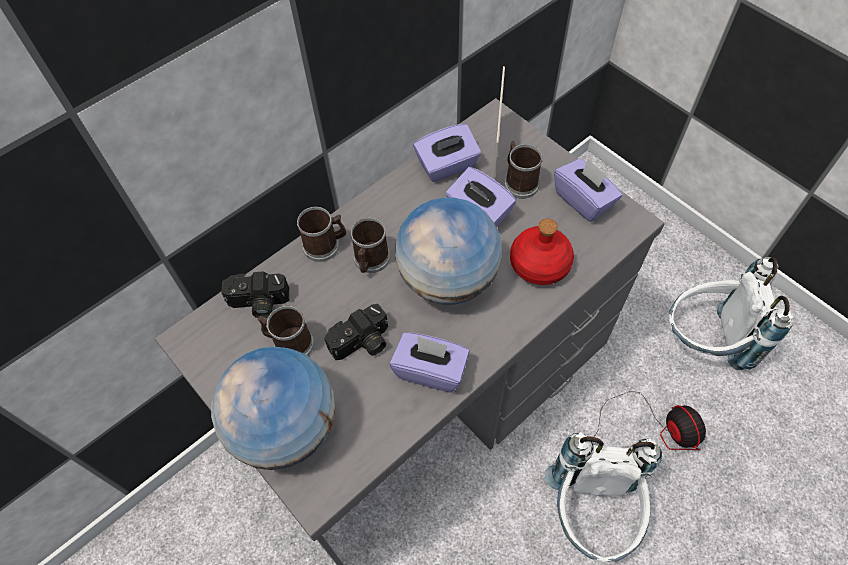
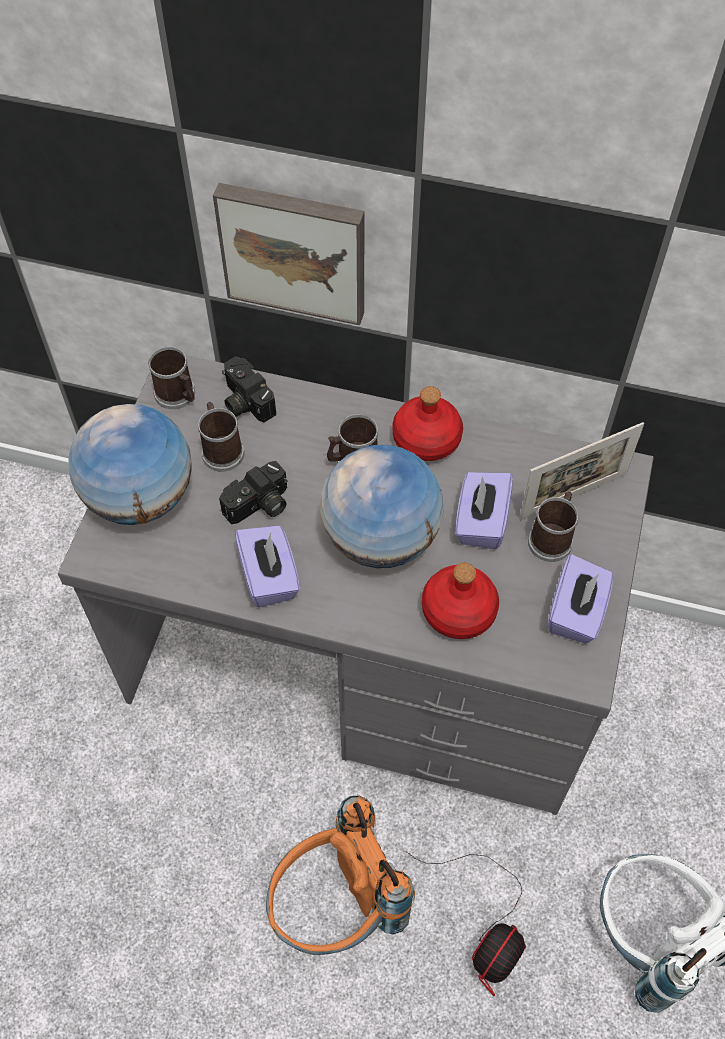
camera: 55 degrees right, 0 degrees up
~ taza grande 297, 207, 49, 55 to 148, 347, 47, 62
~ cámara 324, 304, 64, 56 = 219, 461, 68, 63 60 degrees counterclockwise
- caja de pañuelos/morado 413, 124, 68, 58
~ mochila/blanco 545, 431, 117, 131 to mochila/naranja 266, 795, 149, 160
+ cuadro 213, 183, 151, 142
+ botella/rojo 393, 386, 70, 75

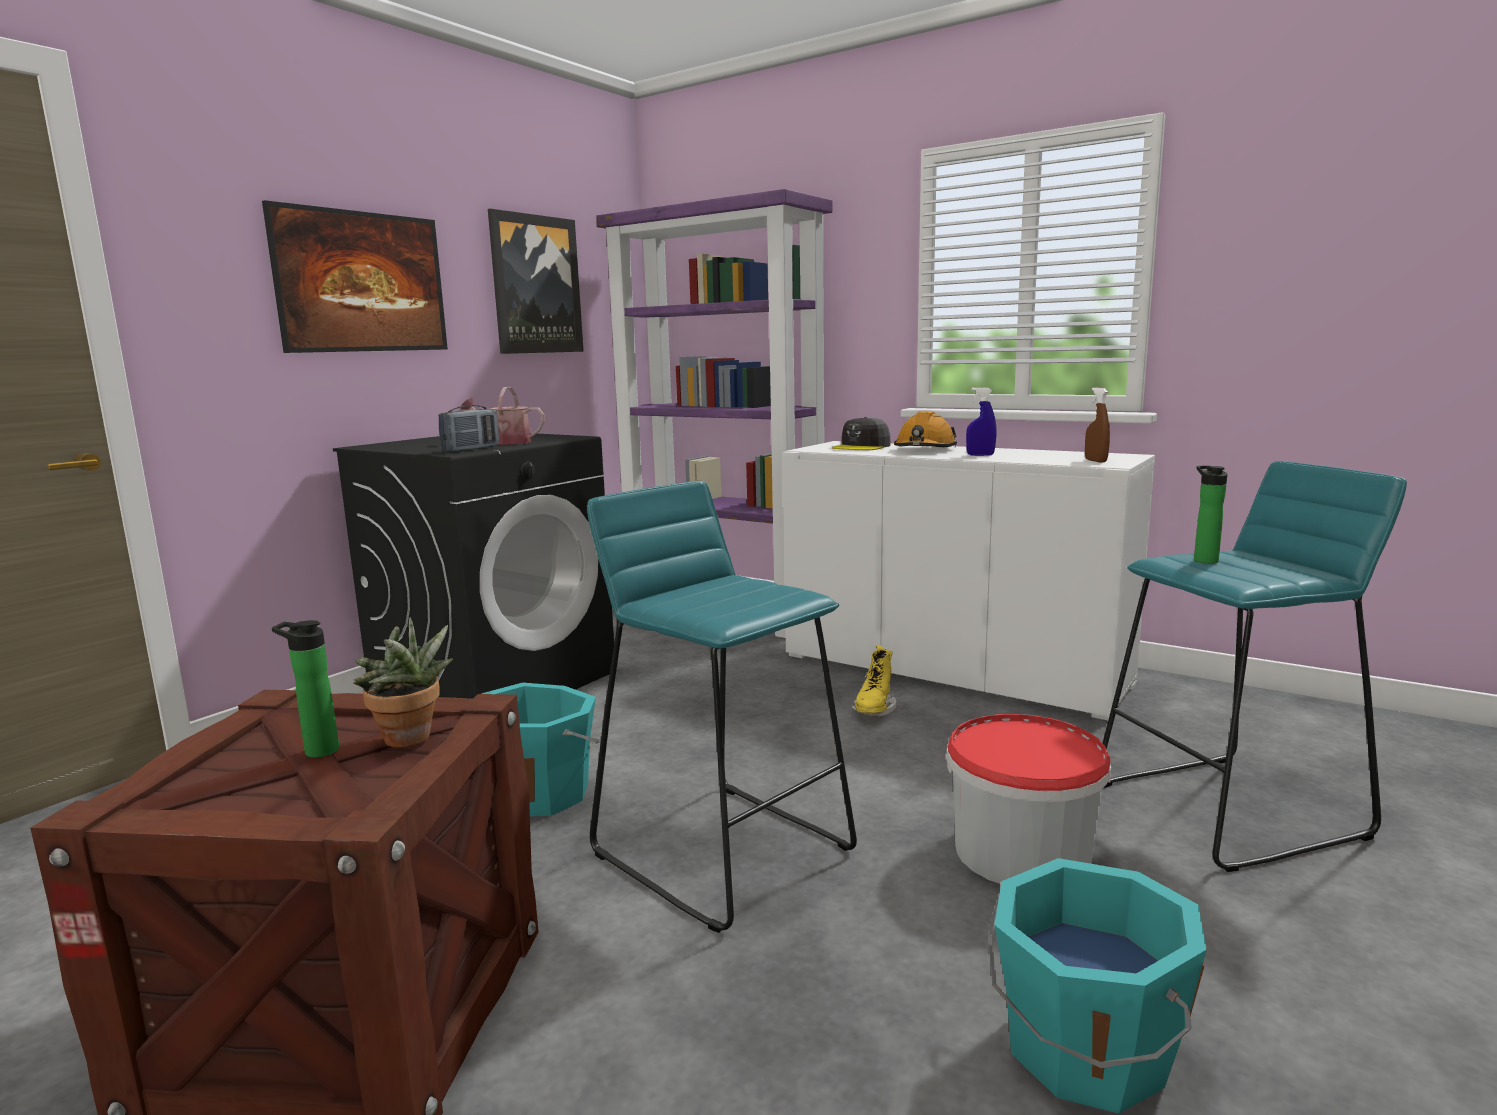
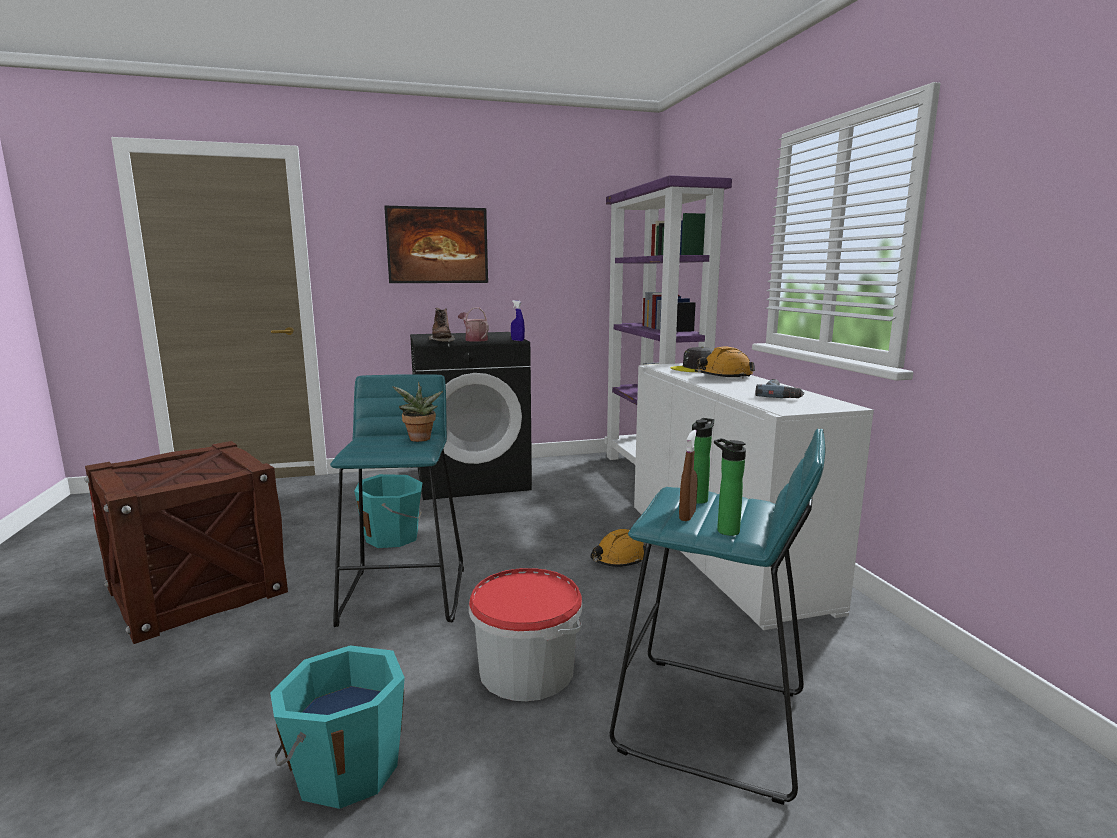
camera: 40 degrees right, 0 degrees up
~ botella 272, 620, 67, 138 to 714, 438, 32, 98
~ planta en maceta 353, 617, 100, 130 to 392, 382, 51, 60
~ radio 438, 405, 61, 47 to bota/marrón 428, 308, 27, 34
- cuadro 488, 209, 96, 145
~ bota/amarillo 852, 645, 44, 72 to casco/naranja 590, 529, 56, 38
~ pulverizador/azul 966, 387, 31, 69 to 511, 300, 14, 41
~ pulverizador/marrón 1085, 388, 25, 74 to 679, 430, 19, 91
+ taladro 755, 379, 49, 19

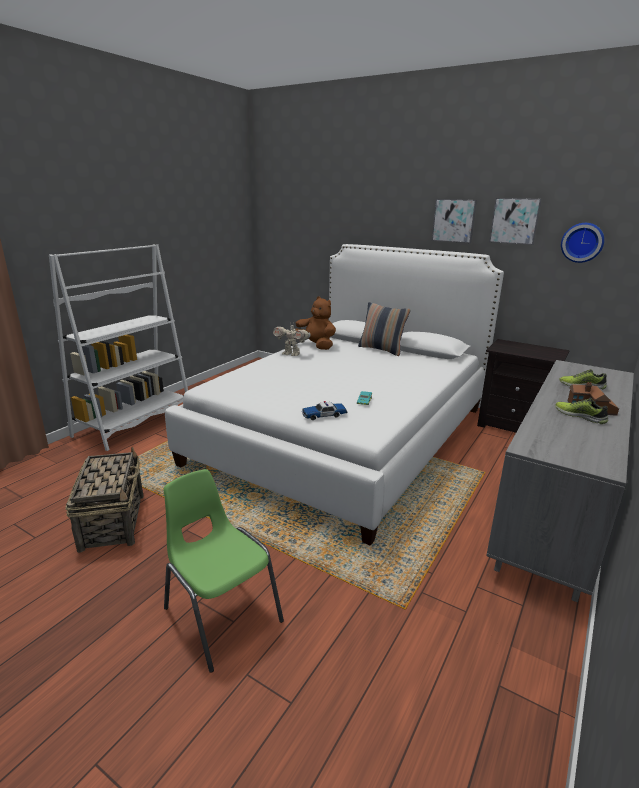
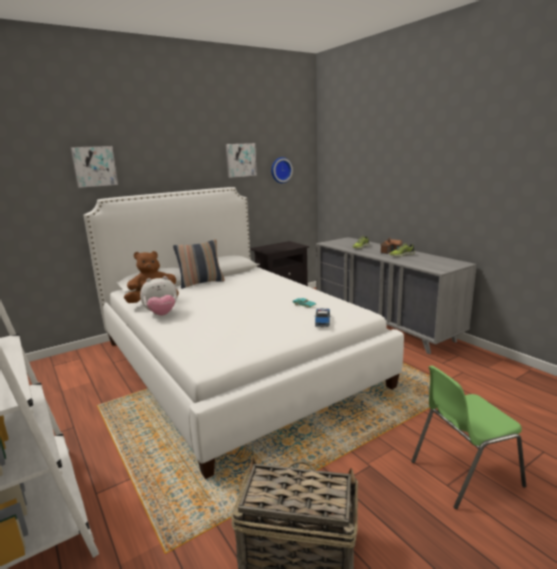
camera: 65 degrees left, 5 degrees down
~ robot de juguete 273, 324, 38, 32 to peluche 140, 276, 37, 39
~ cuadro 432, 199, 45, 44 to 70, 146, 48, 42

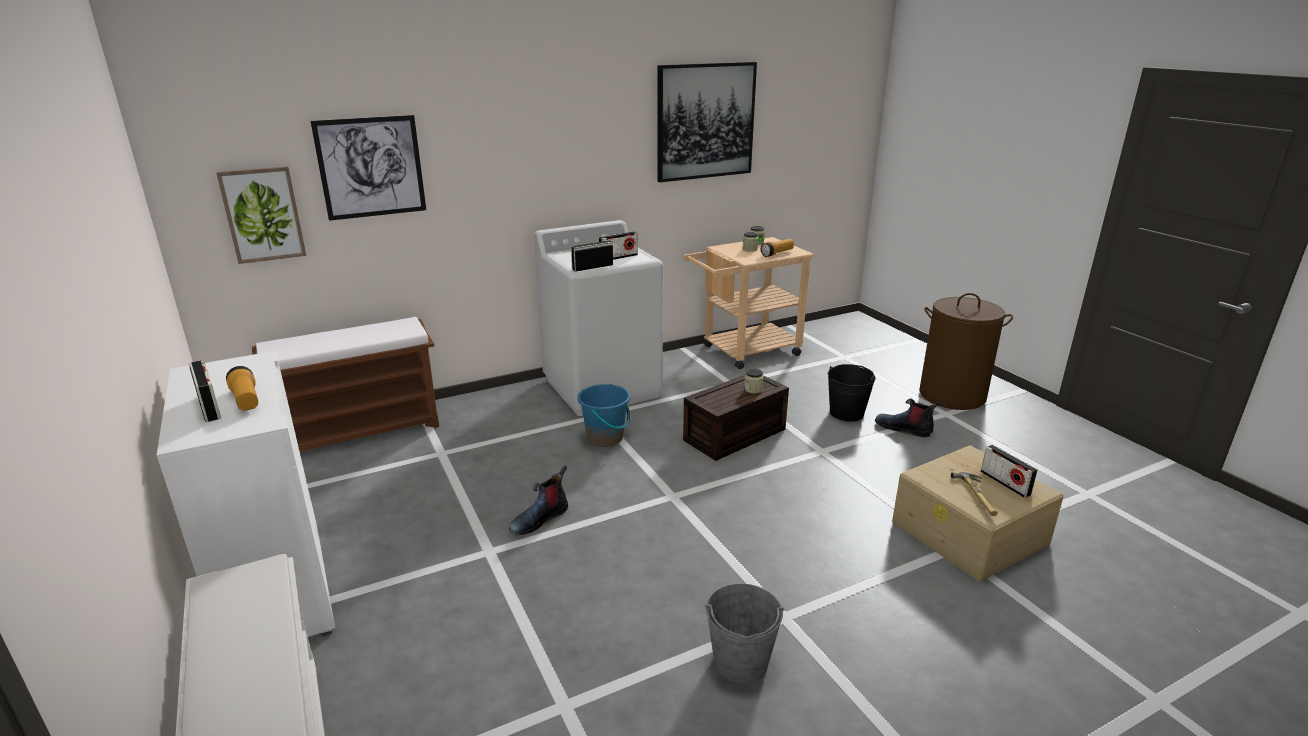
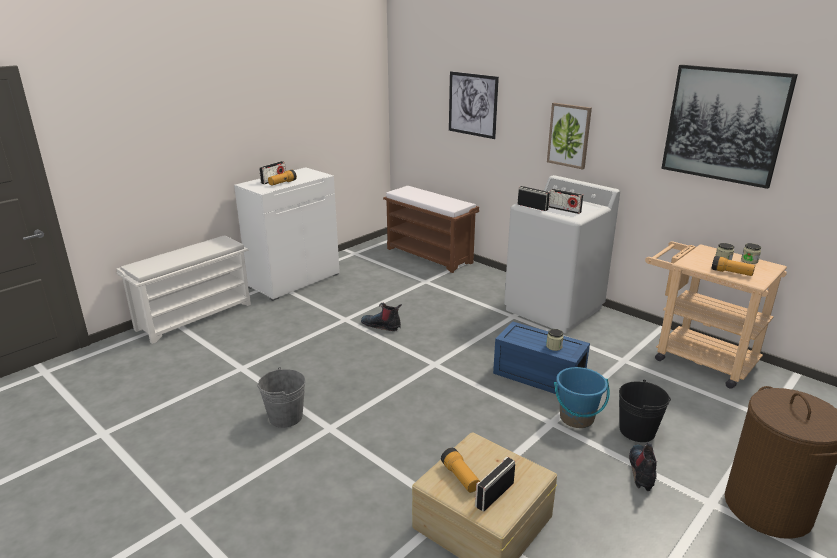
camera: 70 degrees right, 0 degrees up
~ cuadro 216, 166, 90, 98 to 547, 103, 45, 67
~ cubo/azul 577, 384, 53, 63 to 554, 367, 56, 61
~ caja de almacenaje/marrón 683, 375, 106, 86 to caja de almacenaje/azul 493, 321, 97, 73
~ martillo 951, 472, 47, 44 to linterna 441, 448, 39, 45

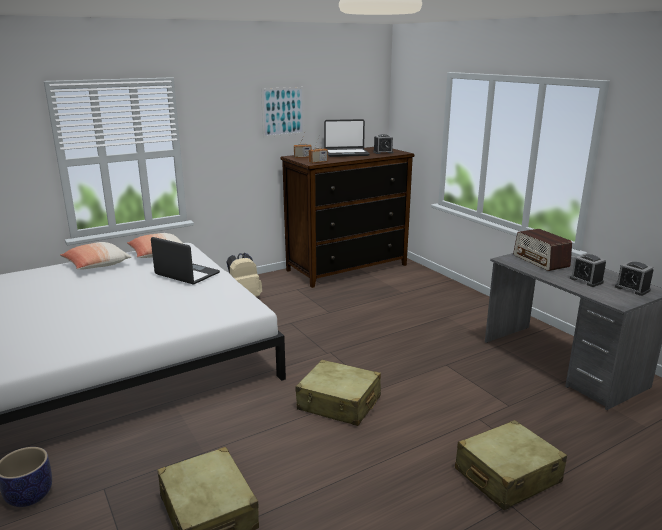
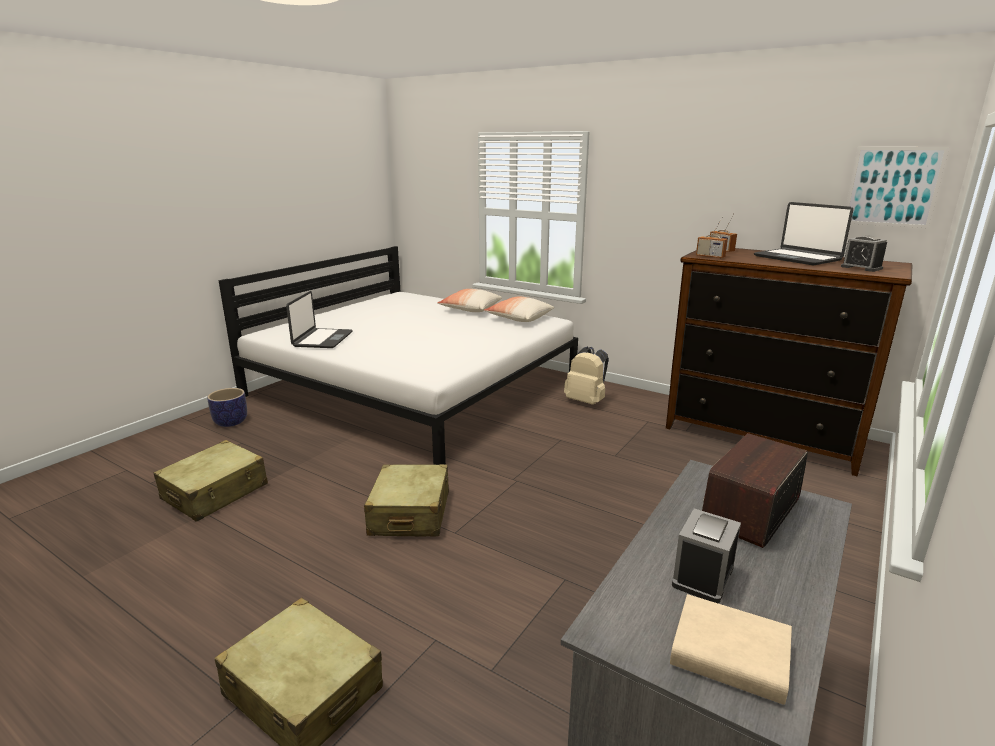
camera: 65 degrees right, 0 degrees up
~ portátil 151, 237, 69, 48 to 286, 291, 67, 57
~ cuadro 261, 87, 43, 50 to 846, 147, 103, 81
~ despertador 615, 261, 39, 35 to libro/beis 670, 594, 122, 111

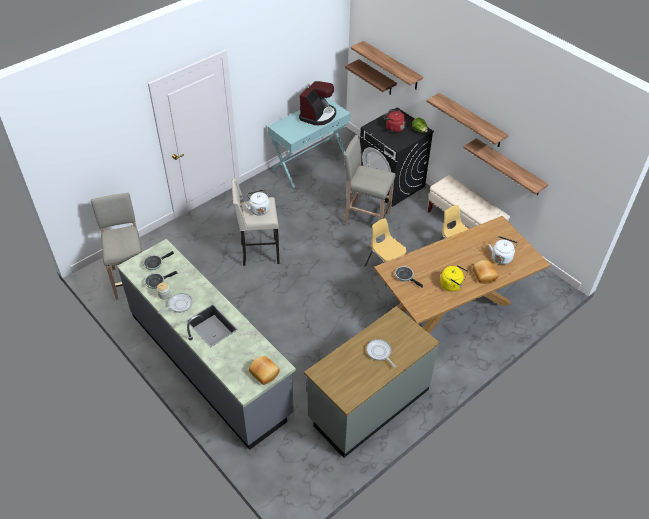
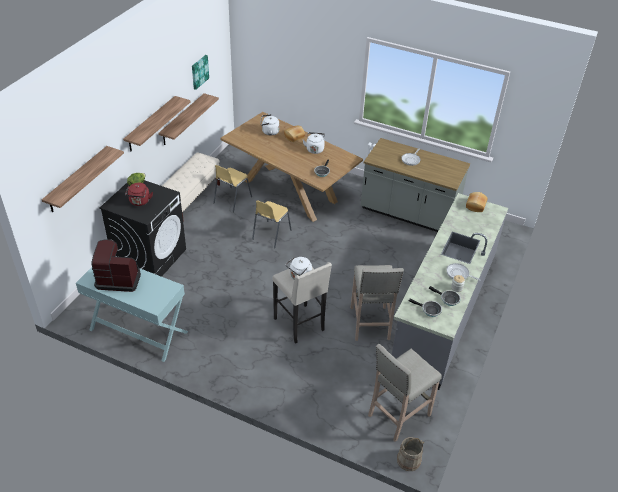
camera: 115 degrees left, 5 degrees down
~ taburete/beis 344, 135, 51, 88 to 350, 265, 54, 76
- estante 345, 59, 52, 36
~ hervidor/amarillo 440, 265, 28, 27 to hervidor/blanco 303, 132, 22, 22
+ cuadro 192, 55, 17, 35
+ cubo/beis 397, 437, 27, 34

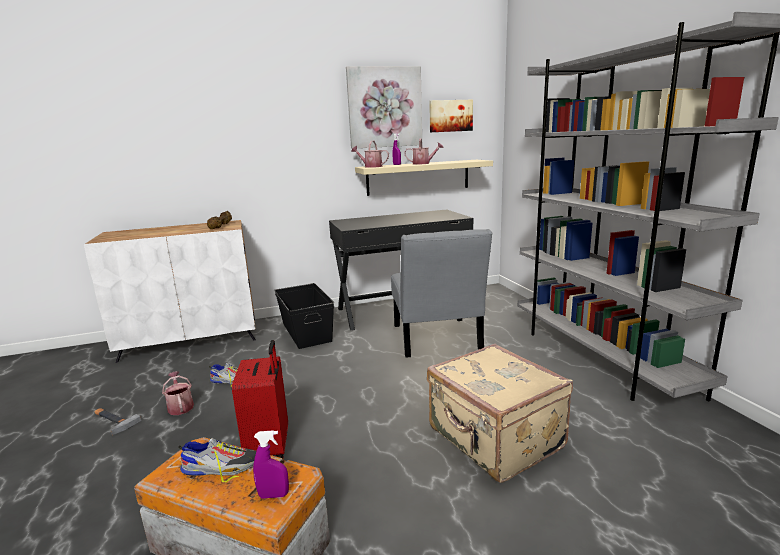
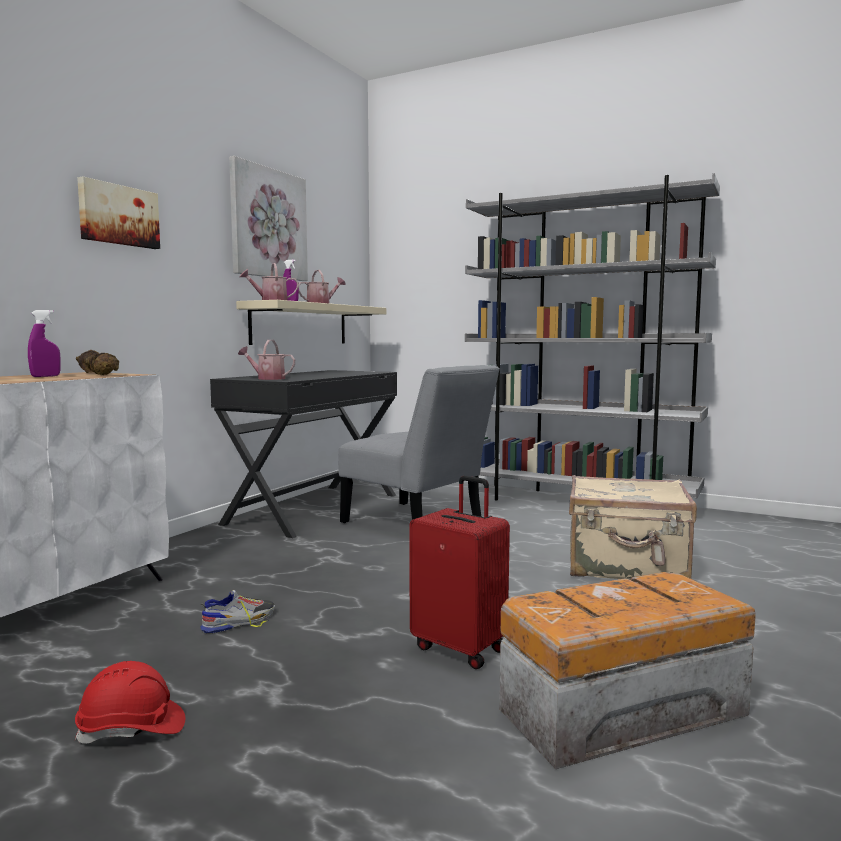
camera: 45 degrees left, 10 degrees down
~ martillo 94, 408, 48, 27 to casco/rojo 75, 661, 110, 83
~ regadera 162, 371, 32, 44 to 238, 340, 57, 40
- zapato 178, 437, 78, 45
~ pulverizador/morado 253, 430, 36, 69 to 28, 310, 33, 67
- caja de almacenaje/negro 274, 283, 60, 66
~ cuadro 429, 100, 44, 32 to 77, 177, 83, 72

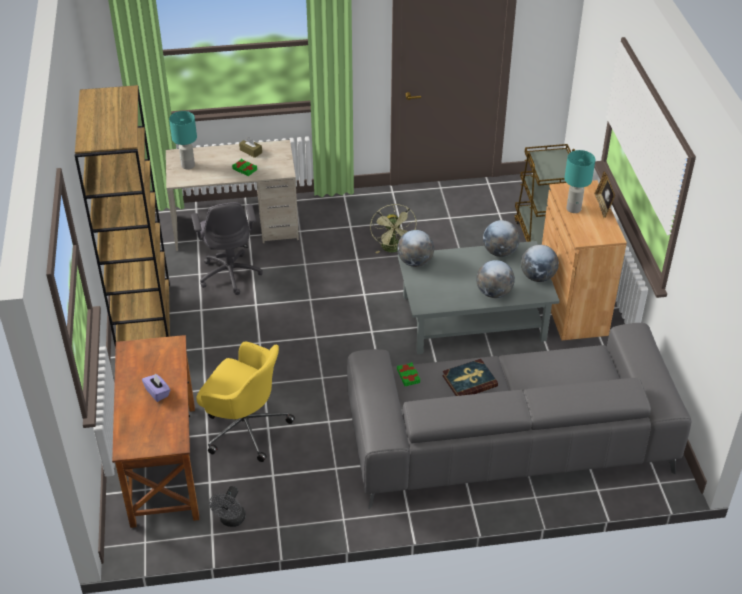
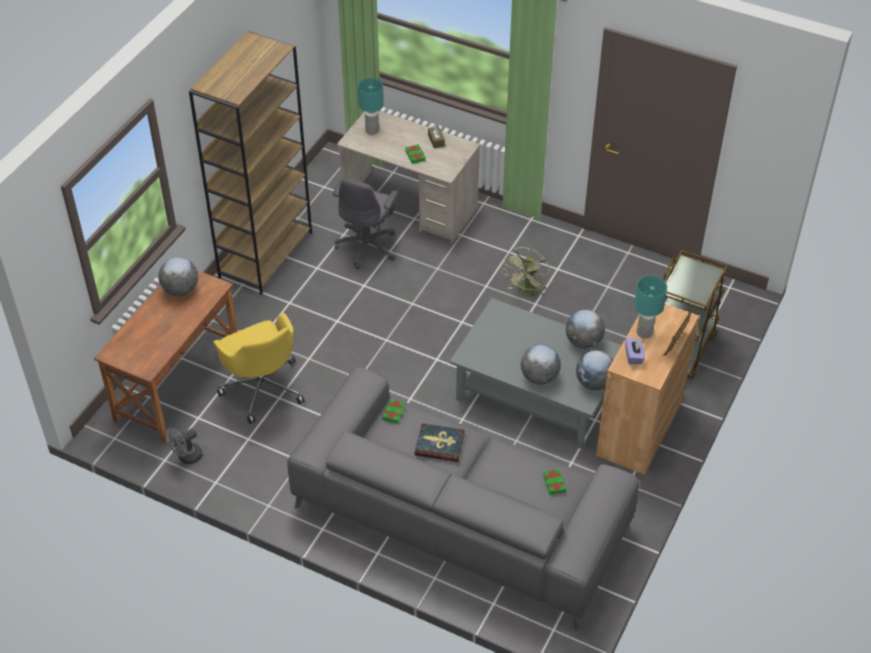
camera: 35 degrees right, 5 degrees up
~ caja de pañuelos/morado 142, 374, 28, 28 to 625, 338, 20, 27
~ globo terráqueo 397, 230, 37, 37 to 158, 257, 40, 39
+ libro/verde 543, 469, 23, 26

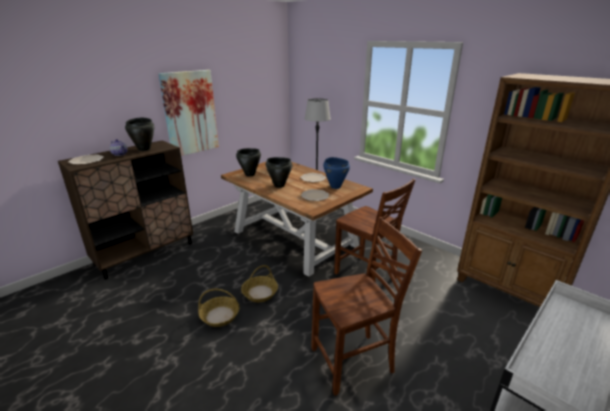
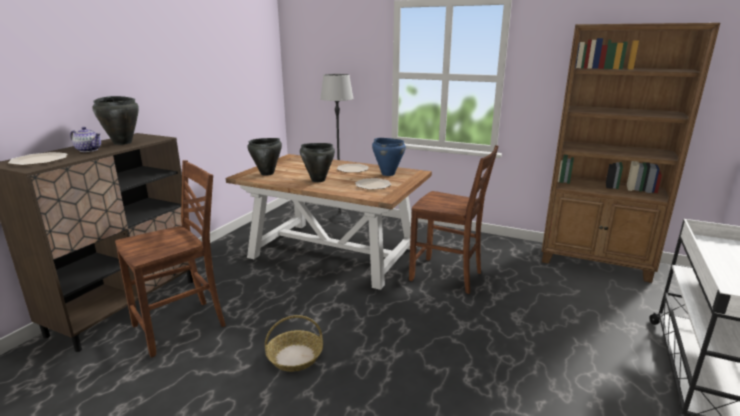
camera: 20 degrees left, 5 degrees down
- cuadro 158, 70, 61, 86
- cesta 241, 265, 37, 37
~ silla/marrón 311, 217, 111, 179 to 115, 160, 111, 198

